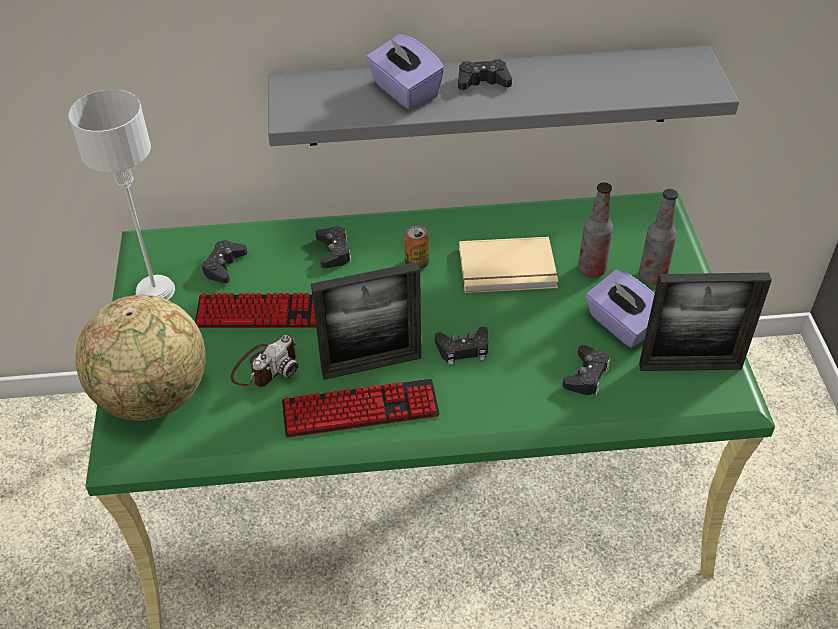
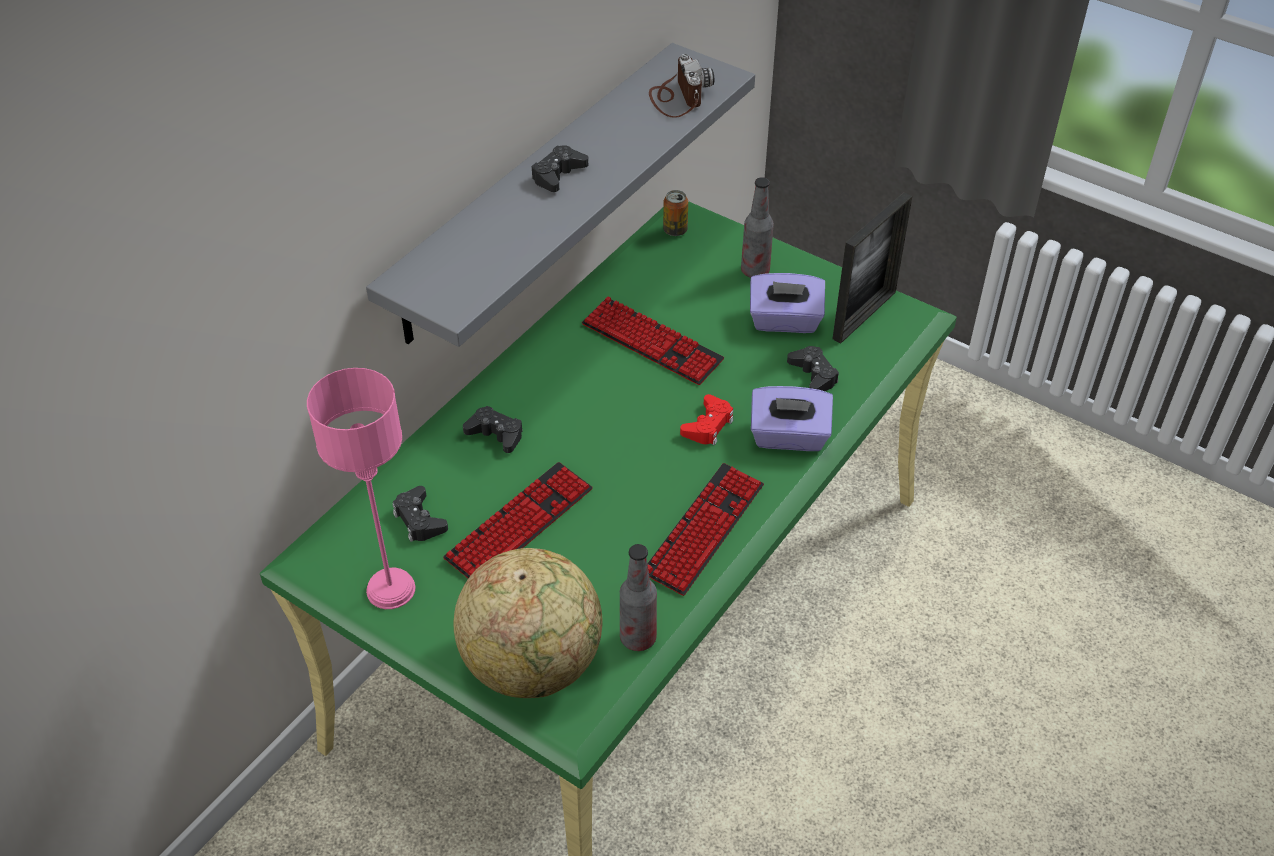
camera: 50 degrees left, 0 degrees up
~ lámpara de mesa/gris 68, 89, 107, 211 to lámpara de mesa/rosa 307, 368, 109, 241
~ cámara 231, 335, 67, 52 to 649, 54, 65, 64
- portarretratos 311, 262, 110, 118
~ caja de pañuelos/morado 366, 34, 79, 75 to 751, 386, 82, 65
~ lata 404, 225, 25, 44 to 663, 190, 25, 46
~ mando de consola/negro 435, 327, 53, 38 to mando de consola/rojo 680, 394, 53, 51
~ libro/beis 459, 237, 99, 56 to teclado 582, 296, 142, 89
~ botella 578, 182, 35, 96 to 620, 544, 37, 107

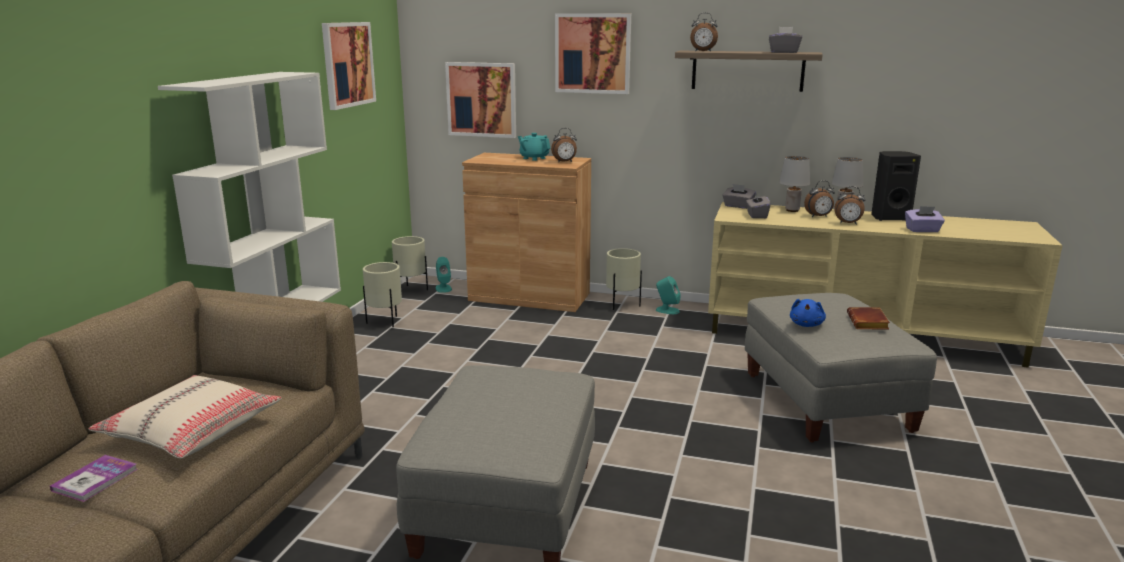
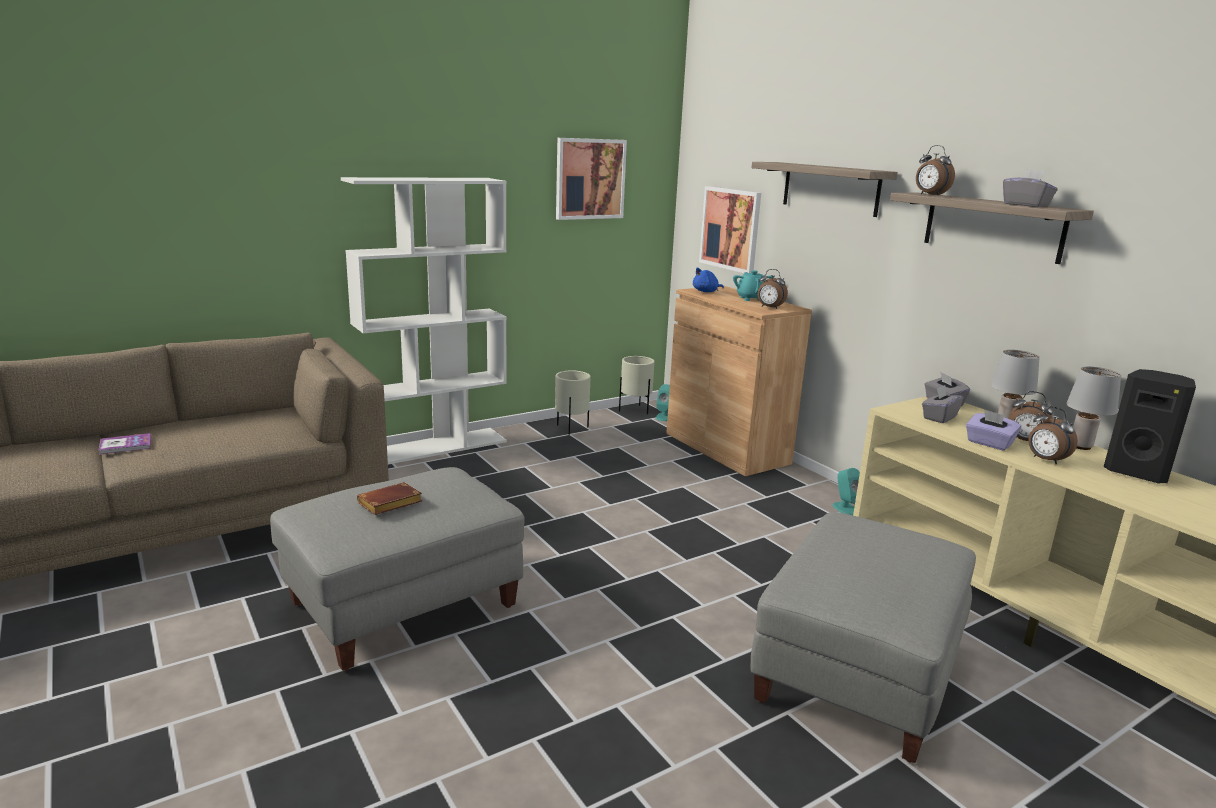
camera: 40 degrees right, 0 degrees up
- cojín/beis 88, 375, 194, 84
~ cuadro 555, 14, 76, 80 to estante 752, 162, 146, 55
- maceta/beis 606, 248, 36, 62
~ peluche/azul 790, 299, 36, 28 to 693, 268, 31, 24
~ libro/marrón 847, 307, 43, 22 to 357, 482, 65, 33
~ caja de pañuelos/morado 905, 206, 40, 26 to 966, 410, 55, 41

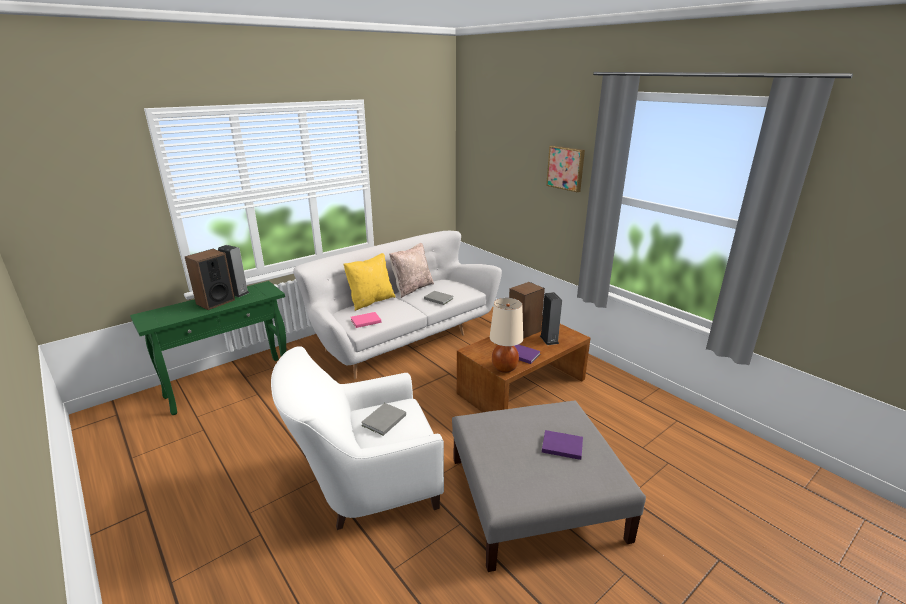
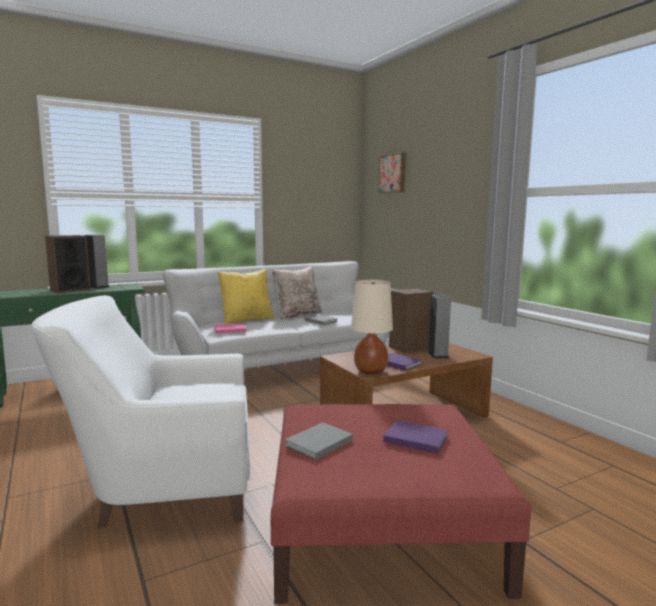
camera: 10 degrees right, 15 degrees down
~ libro/gris 361, 403, 45, 33 to 285, 422, 68, 38
~ puf/gris 452, 401, 194, 171 to puf/rojo 271, 404, 260, 200
~ cuadro 546, 145, 39, 47 to 379, 152, 27, 41

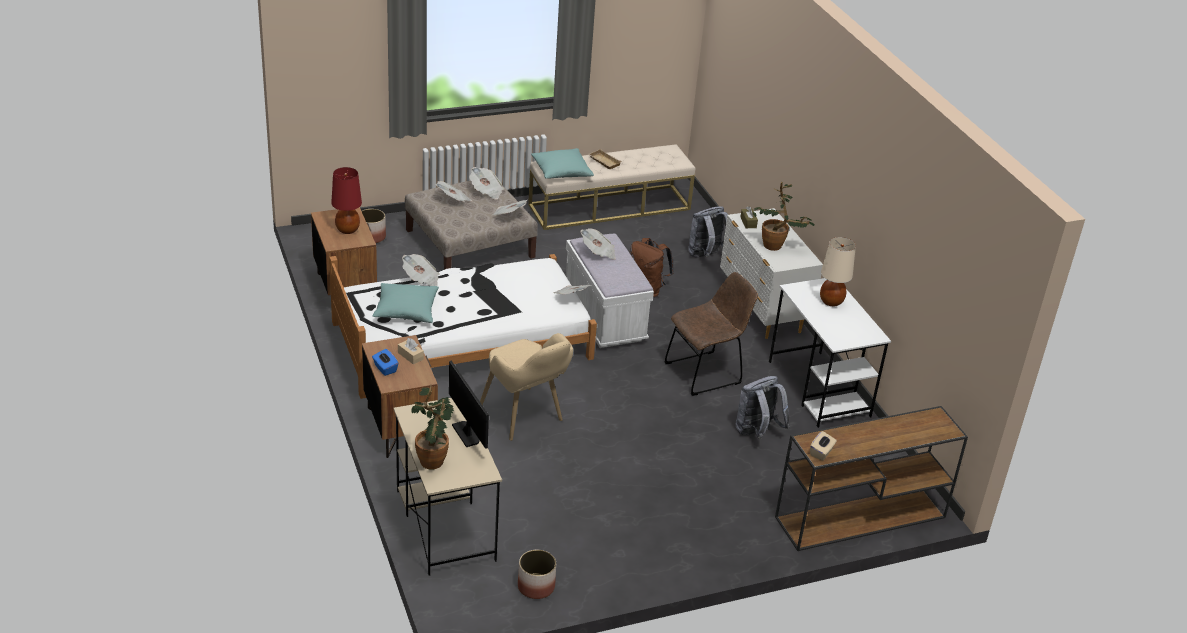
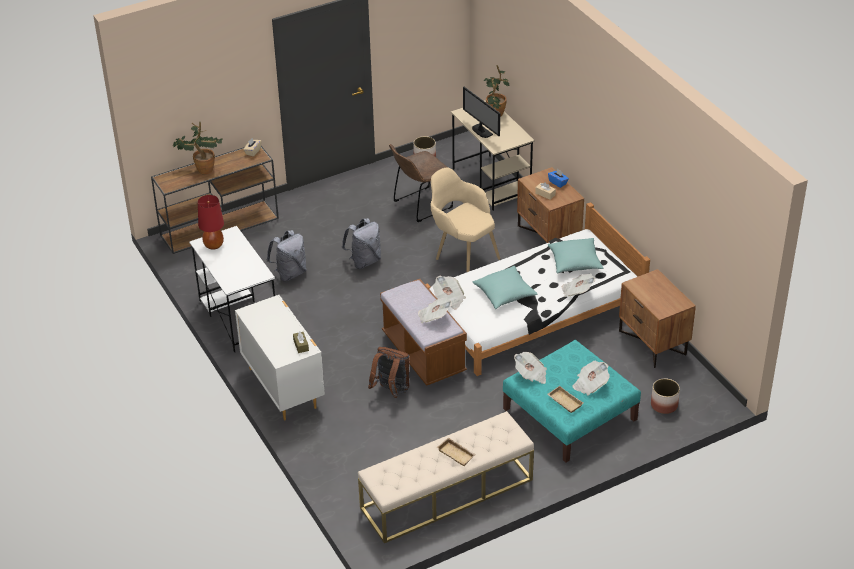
camera: 175 degrees right, 5 degrees up
~ lámpara de mesa/rojo 331, 167, 31, 67 to 198, 195, 26, 55
~ puf/beis 405, 181, 133, 89 to puf/turquesa 503, 340, 138, 123
~ periódico 469, 167, 35, 33 to bandeja/beis 547, 386, 37, 27
~ cojín/turquesa 531, 148, 63, 31 to 473, 266, 64, 43
~ banco/blanco 566, 234, 88, 114 to banco/marrón 380, 279, 87, 107
~ silla/marrón 665, 272, 93, 124 to 389, 144, 64, 78
~ mochila/gris 688, 206, 40, 52 to 342, 218, 39, 51
~ planta en maceta 753, 182, 62, 69 to 173, 122, 50, 52
- lámpara de mesa/beis 820, 237, 36, 69

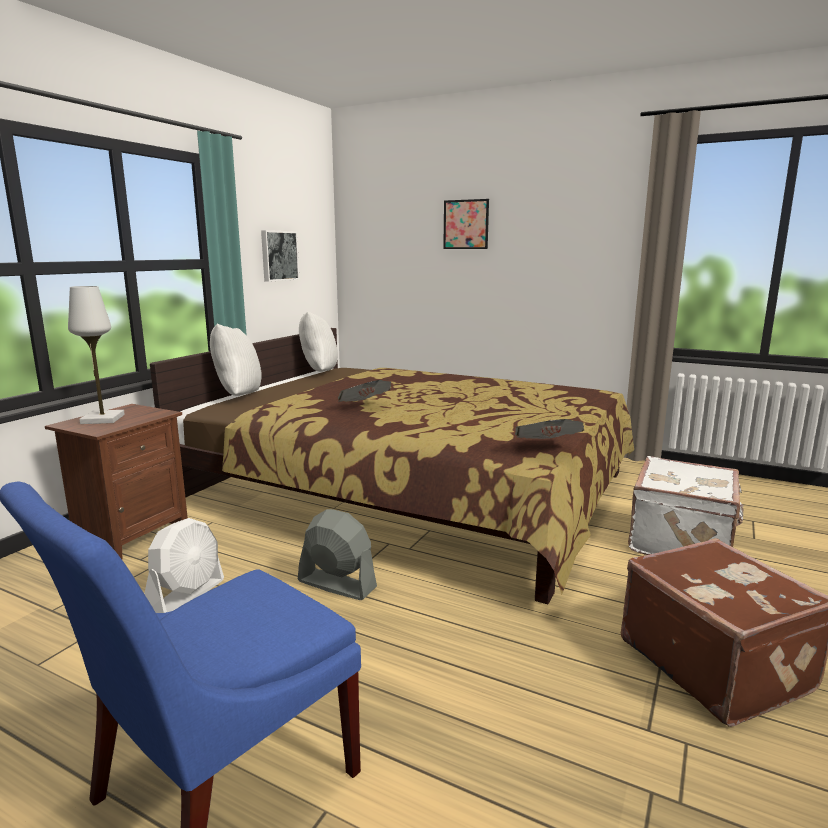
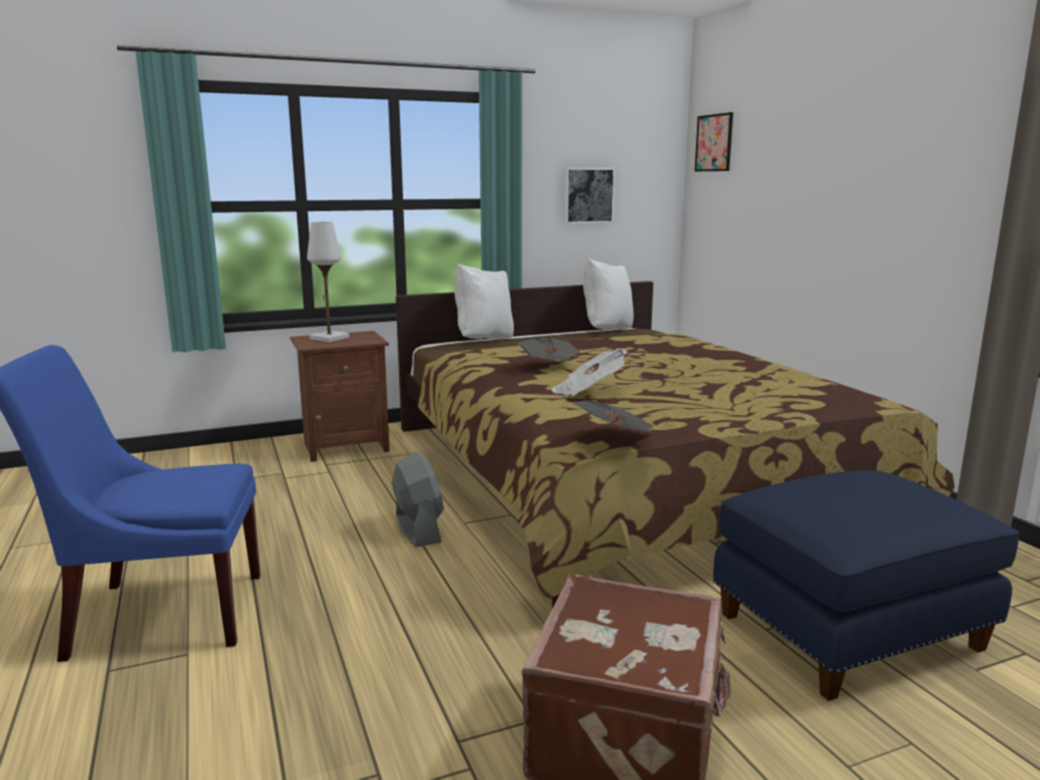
camera: 40 degrees right, 0 degrees up
- ventilador/blanco 144, 518, 80, 95
~ cuadro 443, 199, 46, 50 to 695, 112, 38, 59
~ maleta/blanco 628, 456, 115, 99 to puf/azul 713, 470, 307, 231
+ periódico 551, 349, 77, 47

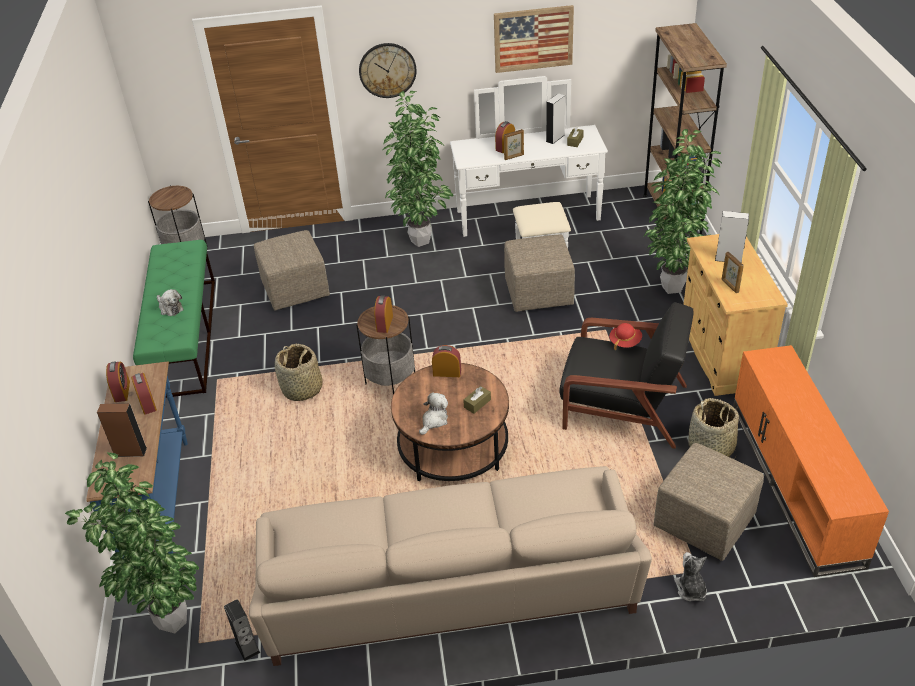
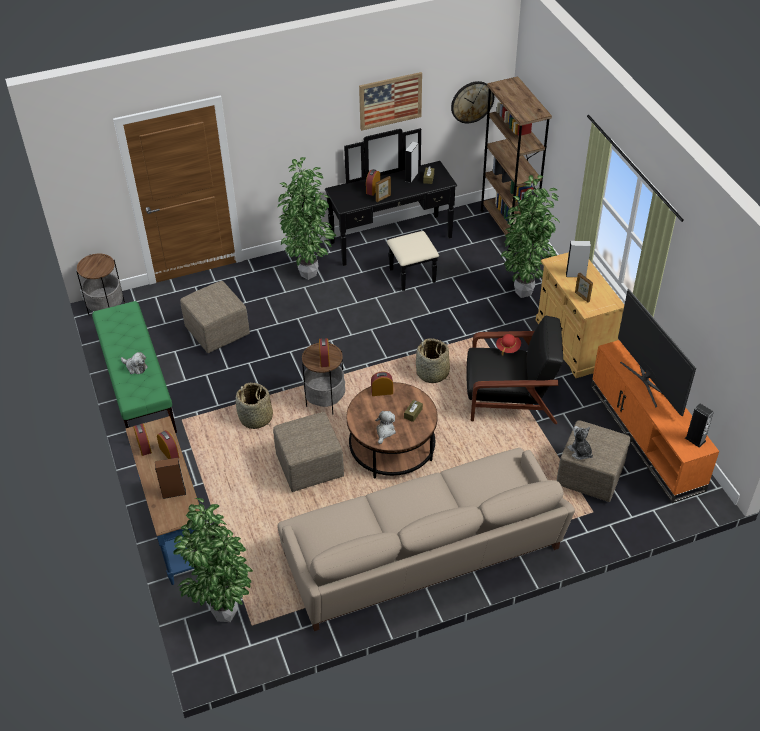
camera: 15 degrees left, 5 degrees up
~ altavoz 224, 600, 36, 61 to 685, 403, 29, 45
~ reloj de pared 359, 43, 58, 55 to 451, 81, 43, 43
~ cómoda/blanco 450, 76, 158, 172 to cómoda/negro 325, 128, 132, 163
~ puf/beis 504, 234, 71, 78 to 273, 412, 71, 80
~ peluche 674, 552, 33, 49 to 567, 426, 26, 34
~ cesta 688, 398, 51, 61 to 416, 338, 34, 45
+ televisor 618, 289, 78, 127

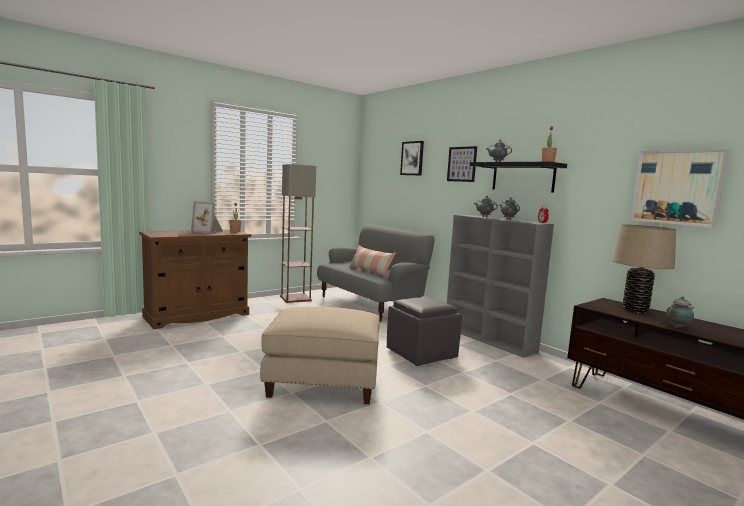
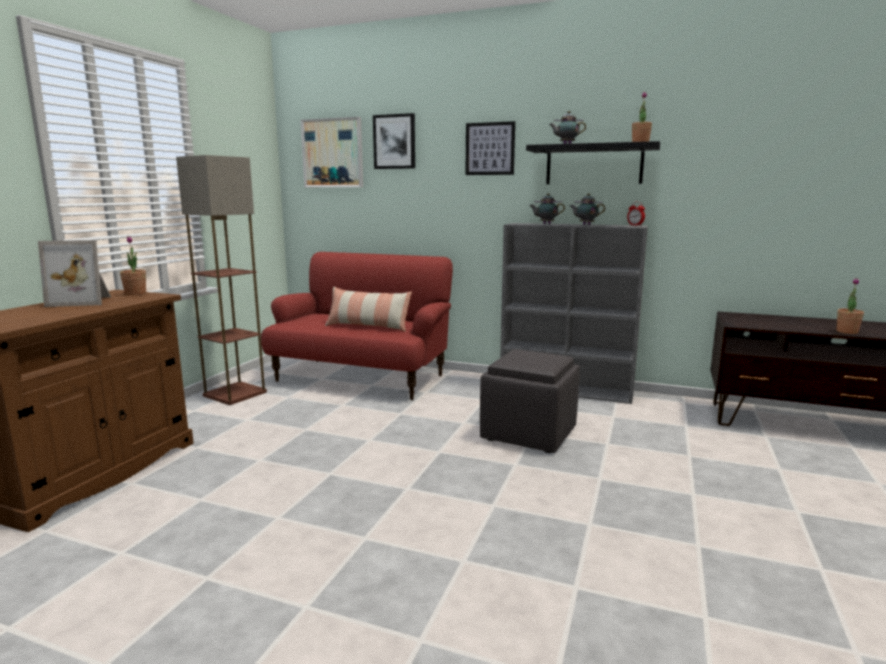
camera: 30 degrees left, 5 degrees up
- puf/beis 260, 306, 120, 98
~ sofá/gris 317, 224, 118, 98 to sofá/rojo 261, 252, 192, 148
- lámpara de mesa/beis 612, 224, 64, 89
~ cuadro 630, 149, 99, 79 to 301, 117, 62, 70
~ tetera 666, 296, 28, 32 to planta en maceta 837, 278, 27, 56

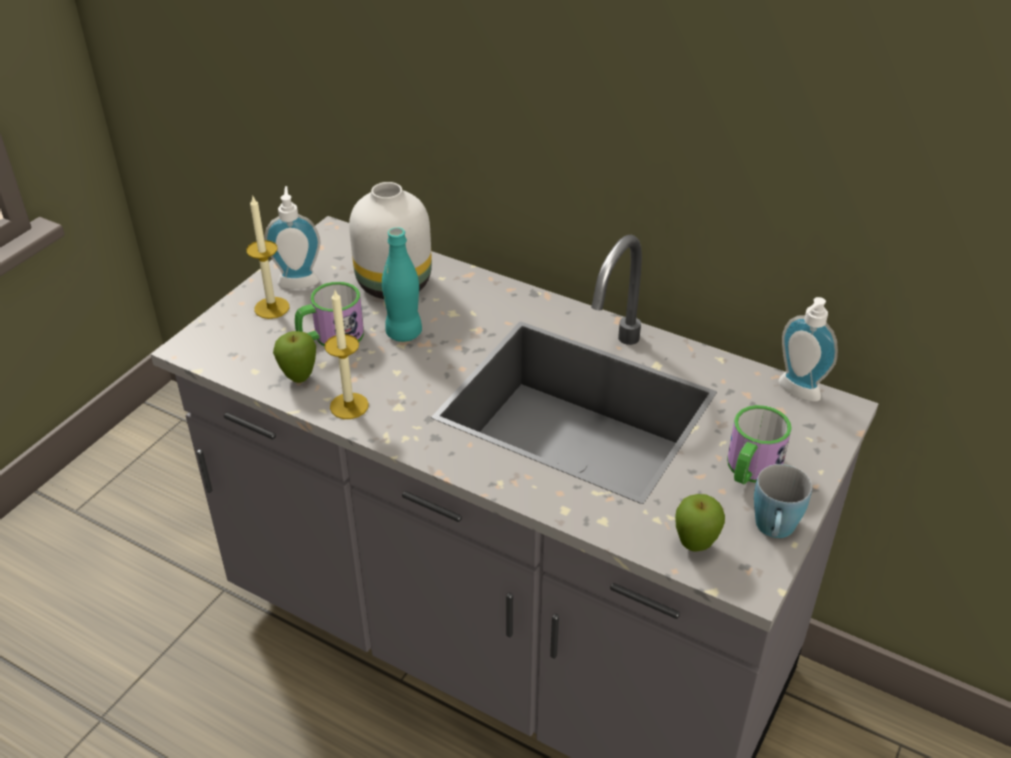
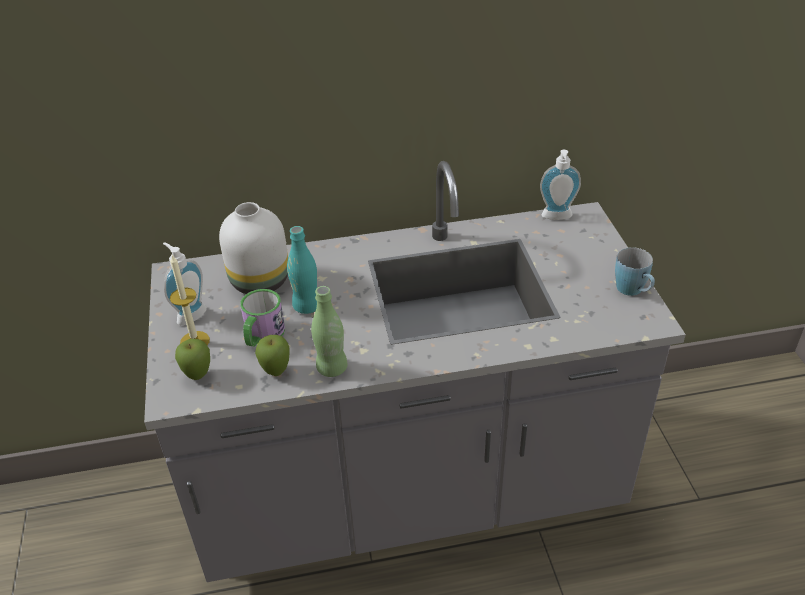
camera: 40 degrees left, 0 degrees up
~ vela 324, 290, 45, 129 to botella/verde 311, 286, 37, 91
~ manzana 675, 494, 50, 58 to 175, 339, 35, 41
- taza grande 727, 405, 65, 79

